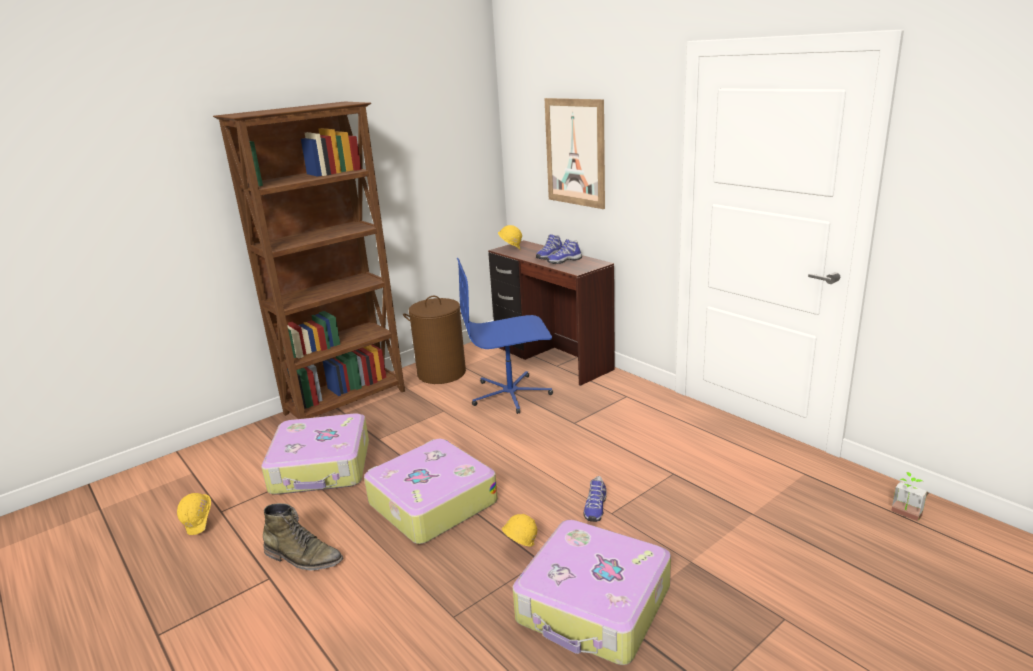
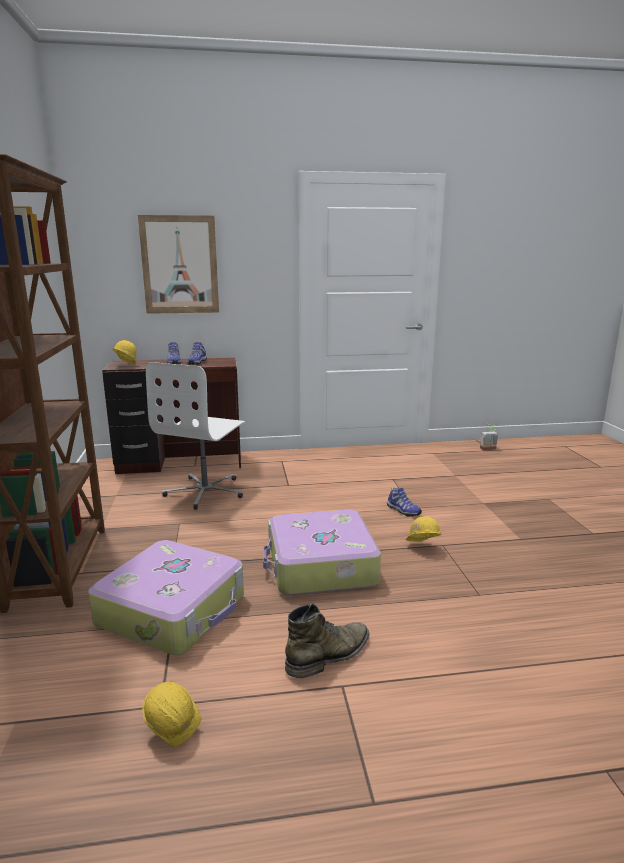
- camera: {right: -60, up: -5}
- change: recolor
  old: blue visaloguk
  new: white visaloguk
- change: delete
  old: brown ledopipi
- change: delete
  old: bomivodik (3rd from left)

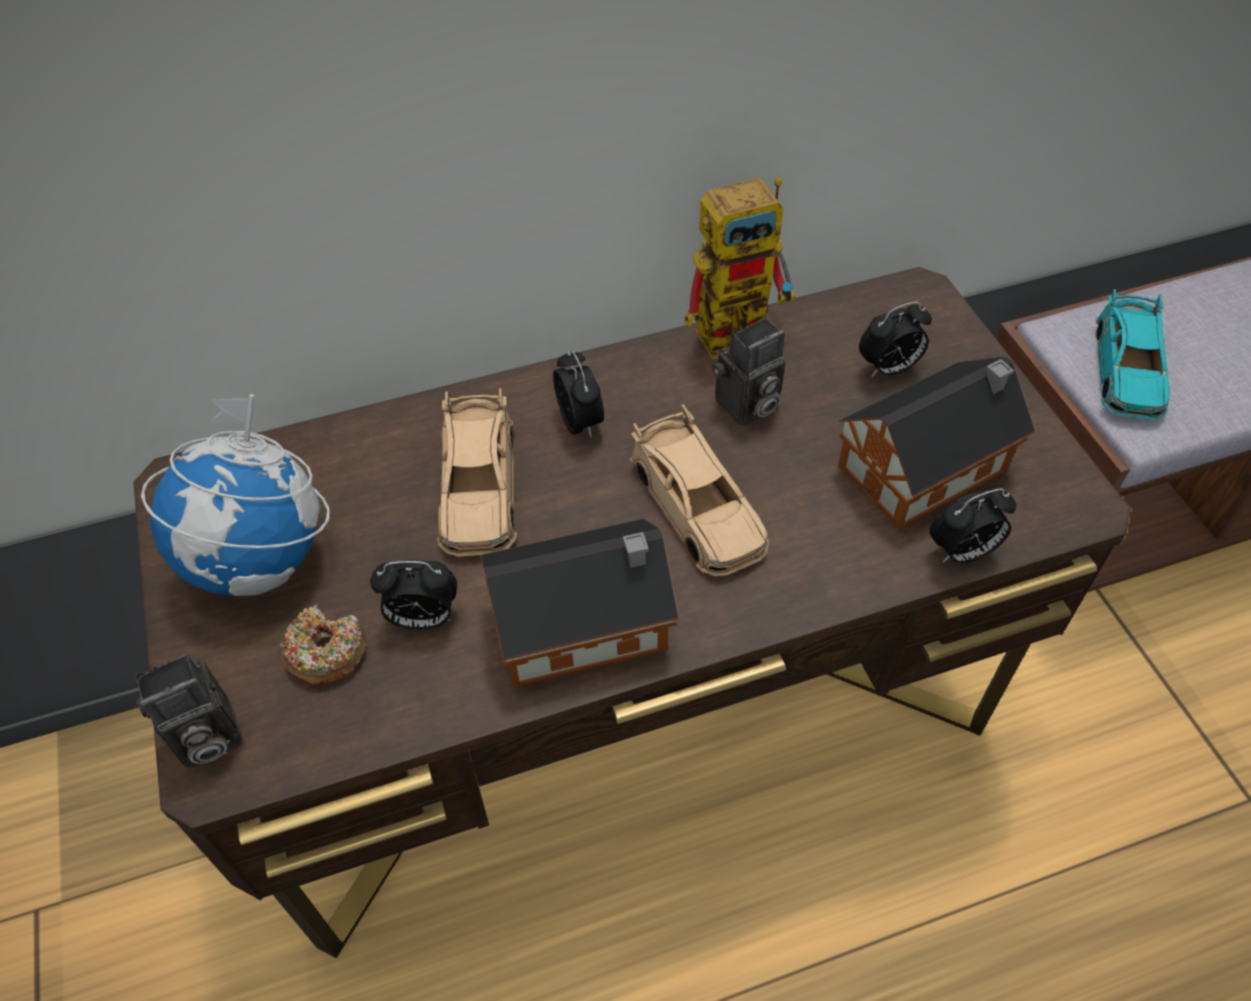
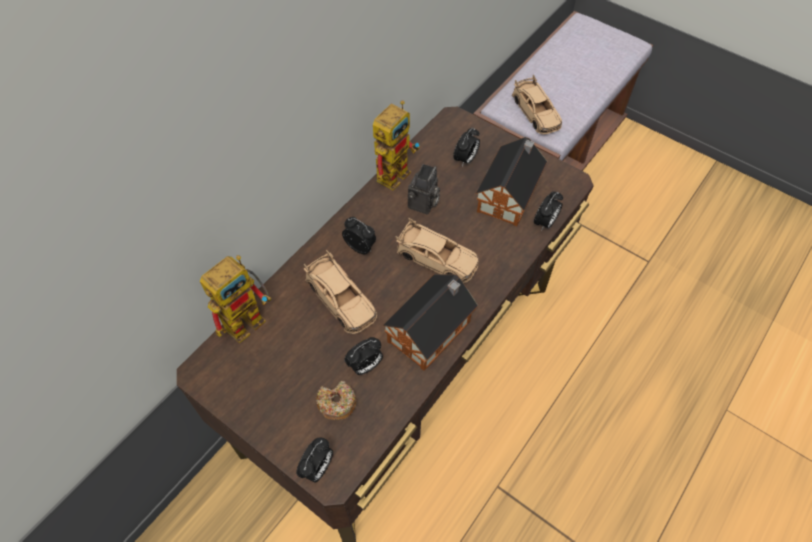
- camera: {right: -35, up: 5}
- change: insert
  new: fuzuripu (1st from left)
- change: replace
  old: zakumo (1st from left)
  new: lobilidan (1st from left)
- change: recolor
  old: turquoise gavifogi
  new: beige gavifogi (3rd from left)
- change: delete
  old: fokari

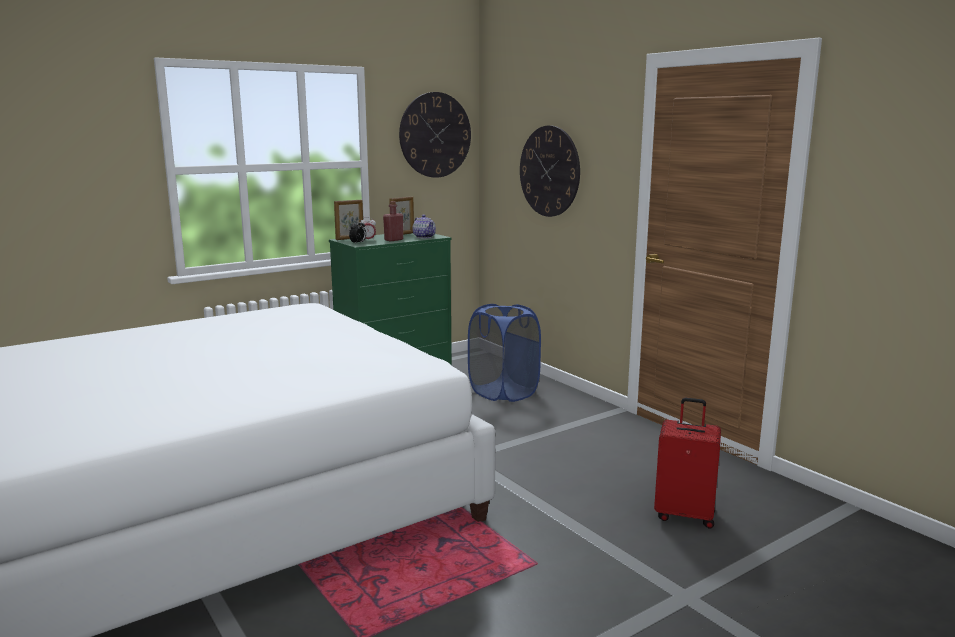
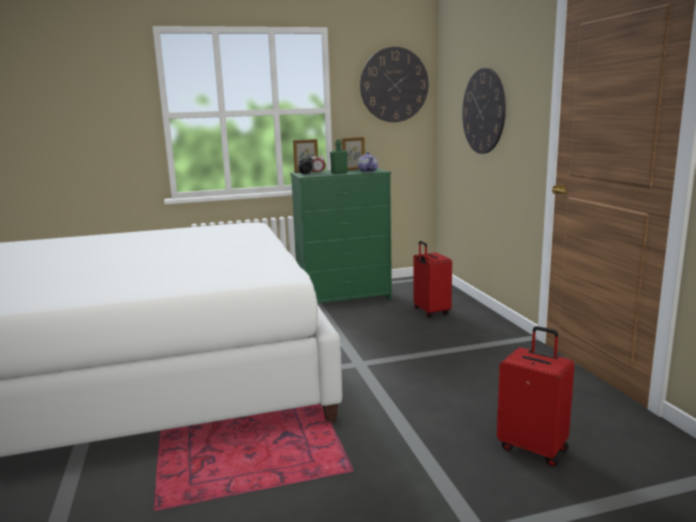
- camera: {right: 20, up: 0}
- change: recolor
  old: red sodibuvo
  new: green sodibuvo
- change: replace
  old: blue ledopipi
  new: red bomivodik (1st from left)

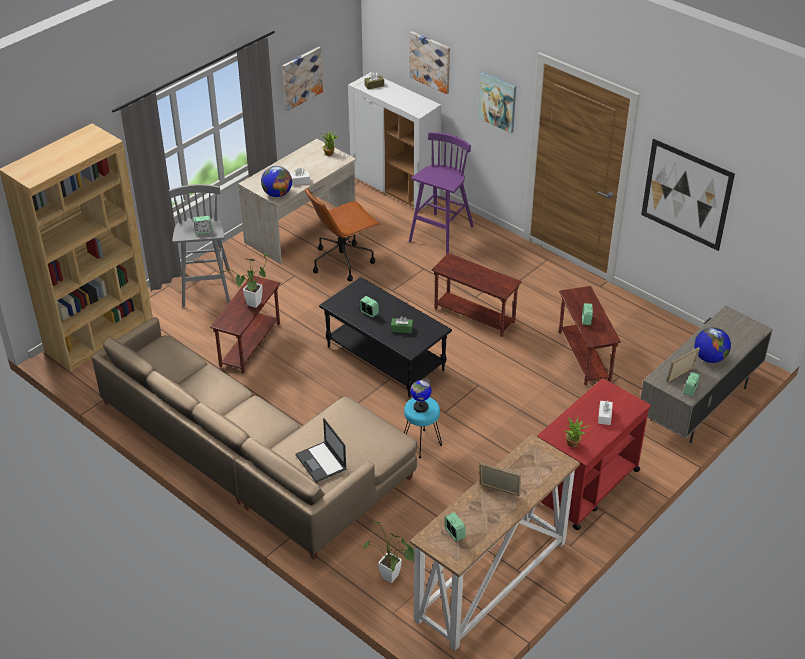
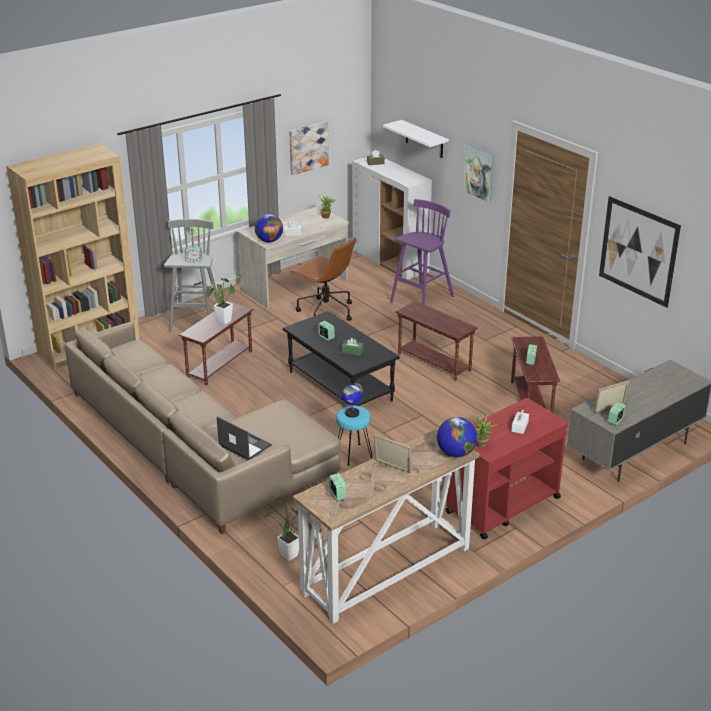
- camera: {right: 10, up: -10}
- change: rotate
  old: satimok
  degrees: 150
- change: rotate
  old: brown visaloguk
  degrees: -120
- change: replace
  old: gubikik (2nd from left)
  new: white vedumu
- change: move
  old: fokari (3rd from left)

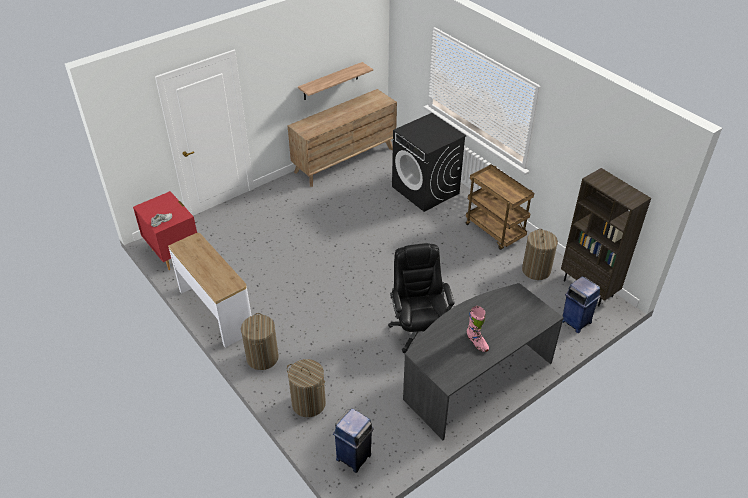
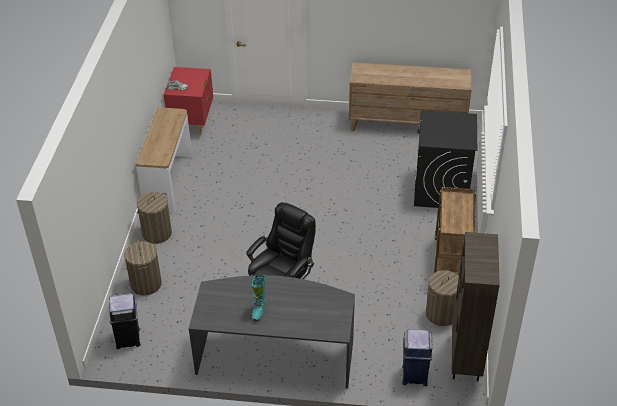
- camera: {right: 45, up: 0}
- change: recolor
  old: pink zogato
  new: turquoise zogato
- change: delete
  old: vedumu

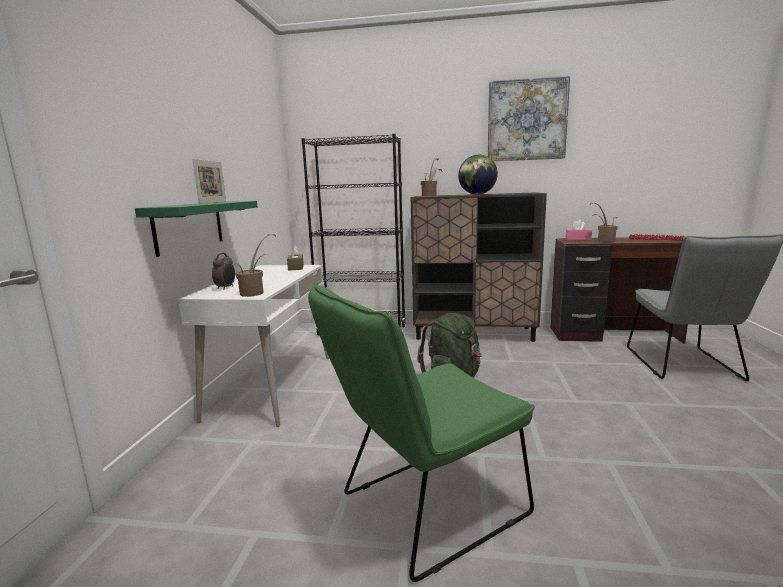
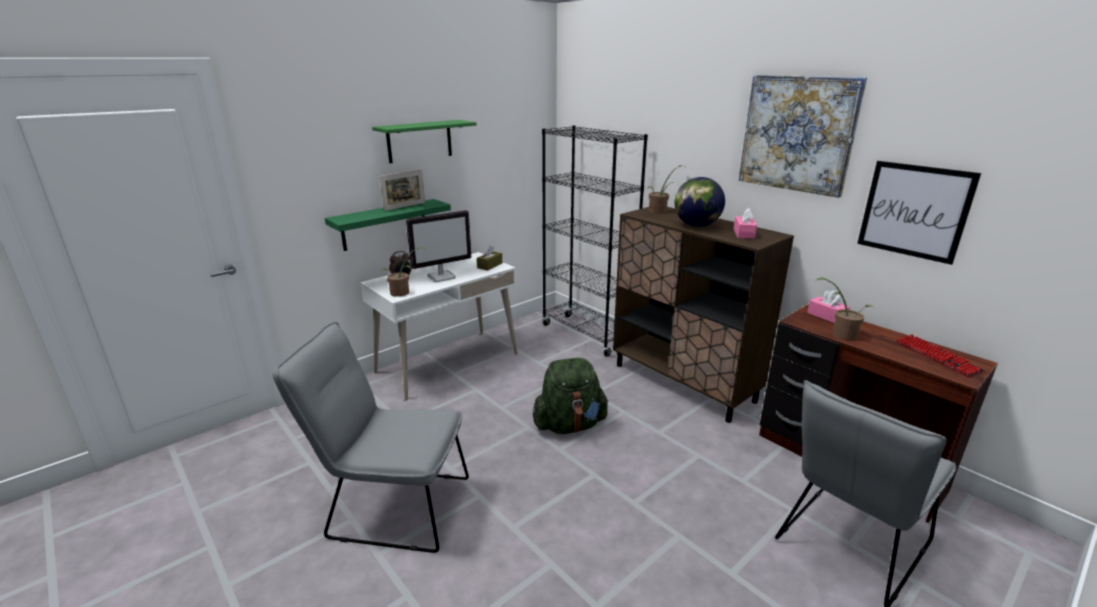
- camera: {right: 40, up: 10}
- change: recolor
  old: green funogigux
  new: grey funogigux (1st from left)
- change: insert
  new: green vedumu (2nd from left)
- change: insert
  new: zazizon
- change: insert
  new: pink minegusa (1st from left)
- change: insert
  new: gubikik (2nd from left)

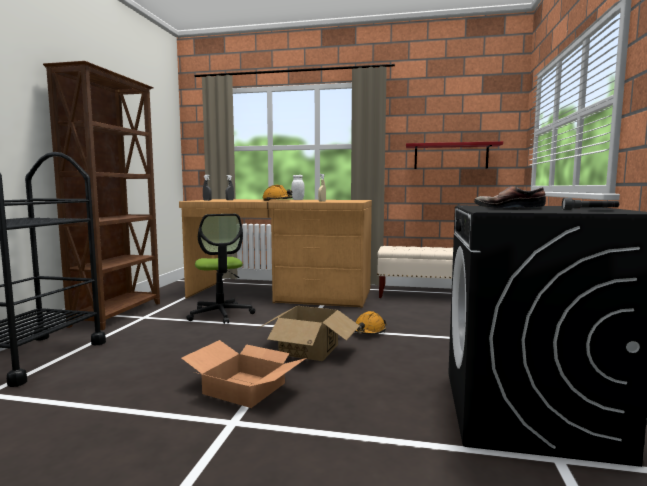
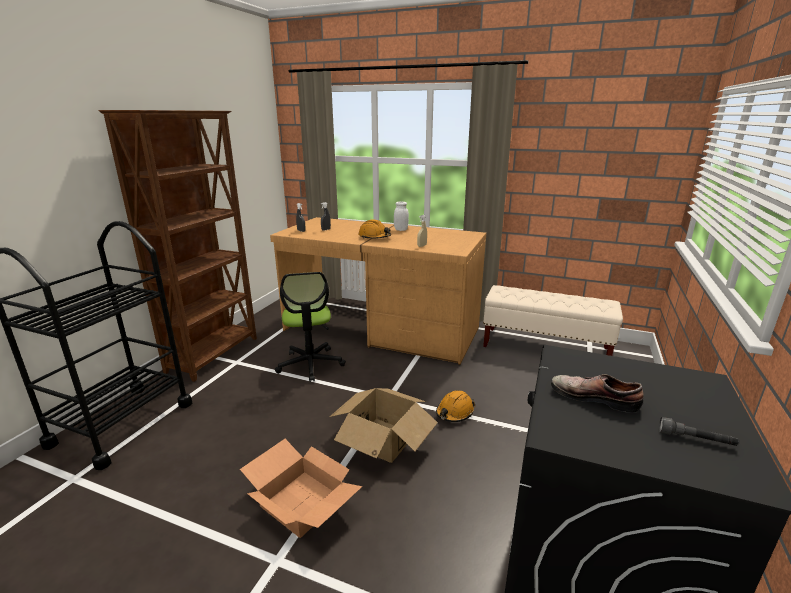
- camera: {right: 10, up: 15}
- change: delete
  old: red vedumu

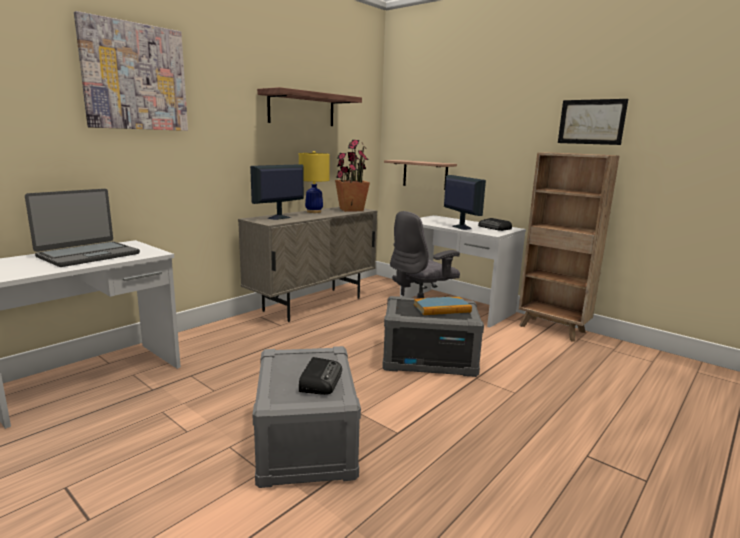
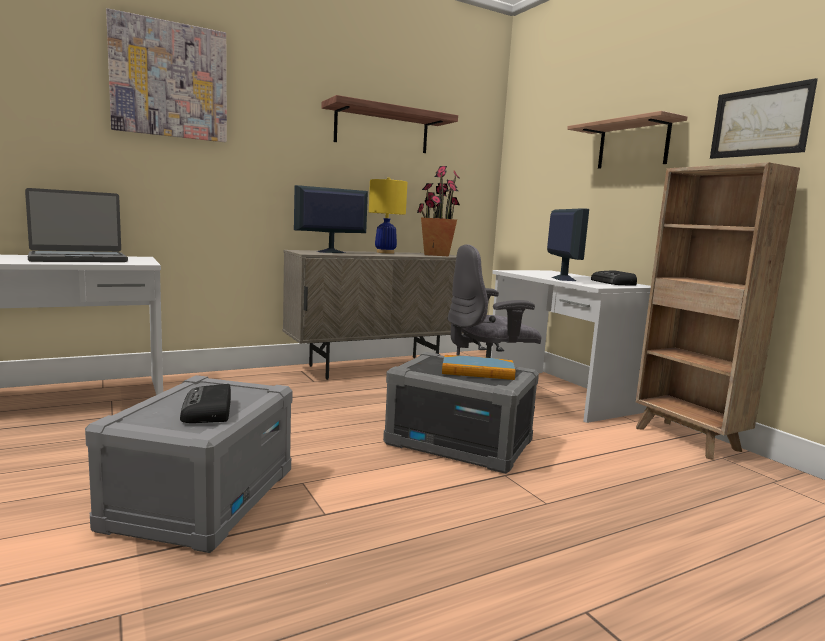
- camera: {right: 20, up: -5}
- change: rotate
  old: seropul (1st from left)
  degrees: 135
- change: move
  old: vedumu (2nd from left)

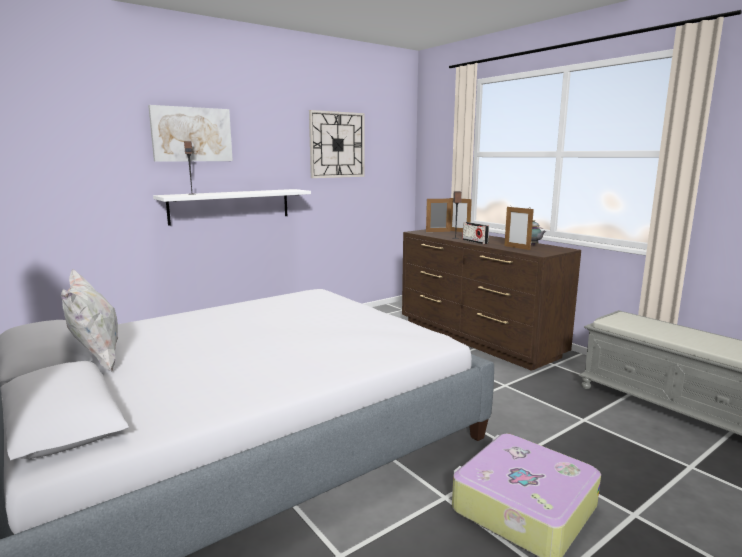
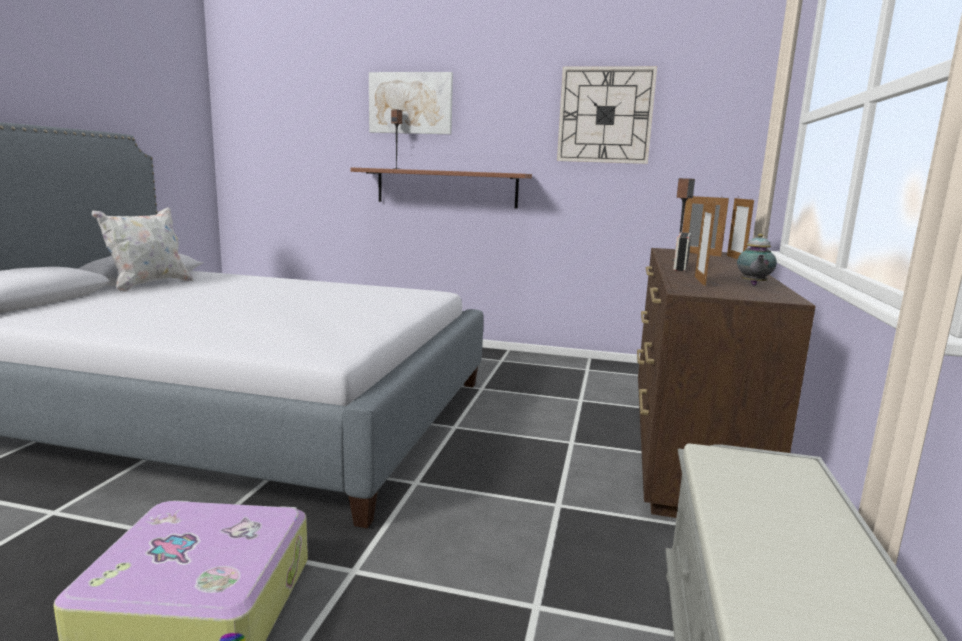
- camera: {right: 50, up: 0}
- change: recolor
  old: white vedumu
  new: brown vedumu

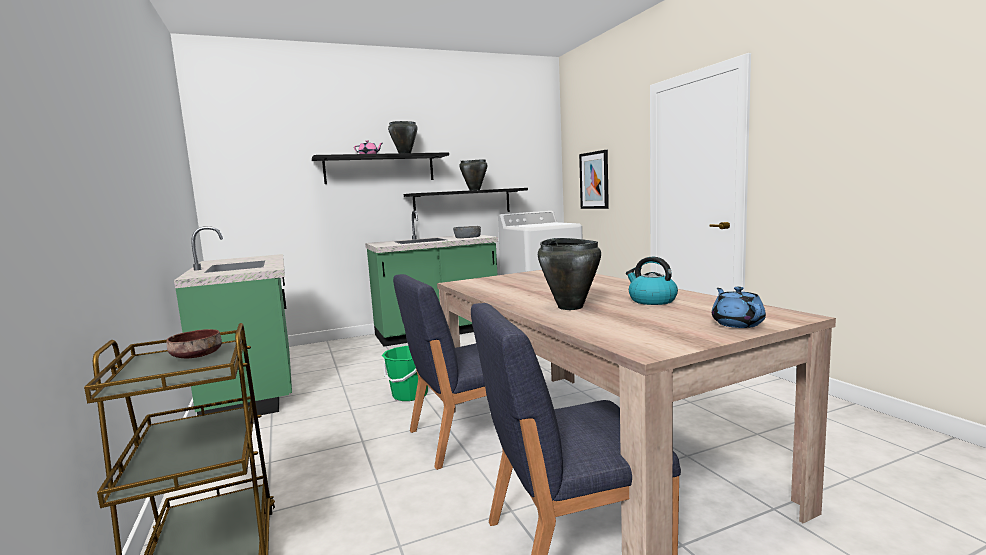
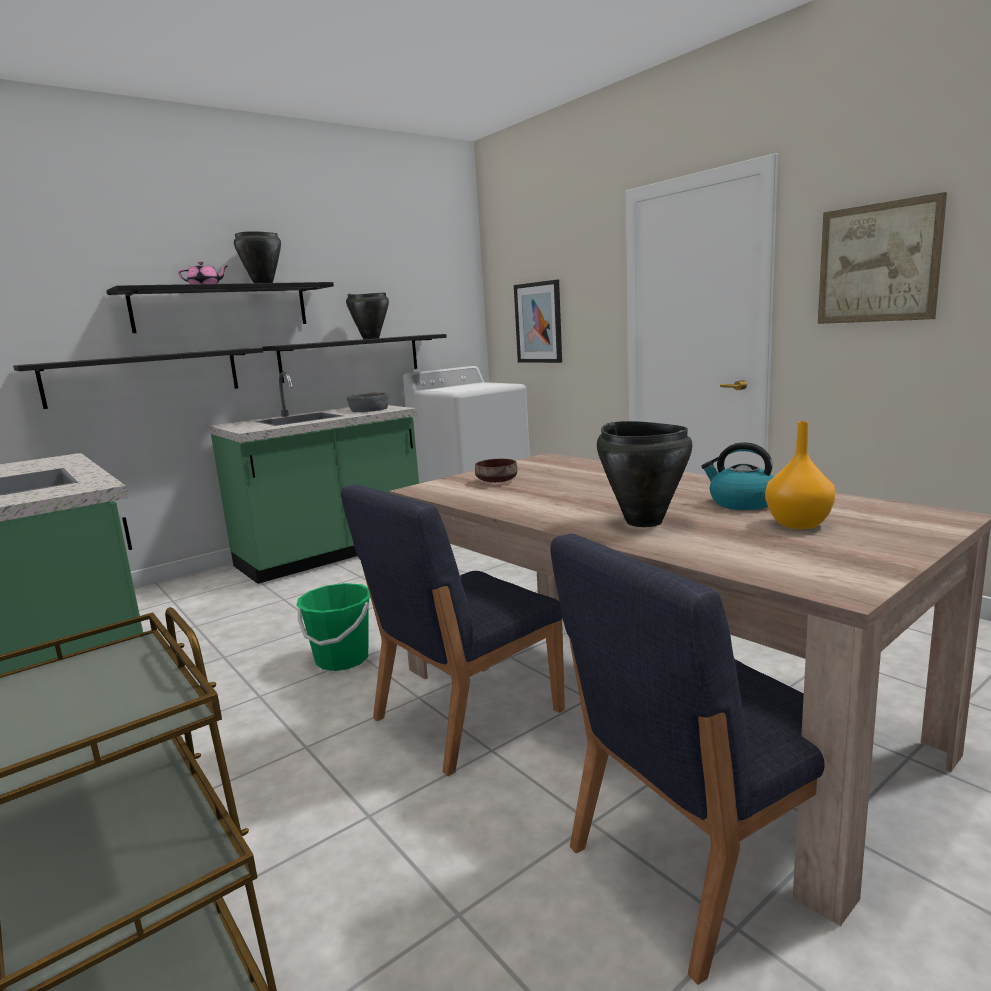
- camera: {right: -15, up: 5}
- change: insert
  new: black vedumu (1st from left)
- change: move
  old: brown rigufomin
- change: insert
  new: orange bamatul
- change: insert
  new: gubikik (2nd from left)
- change: delete
  old: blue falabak

